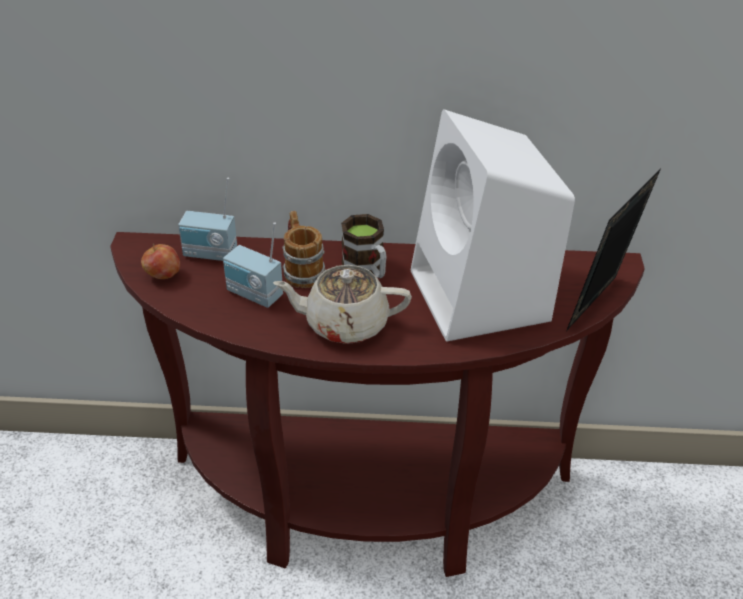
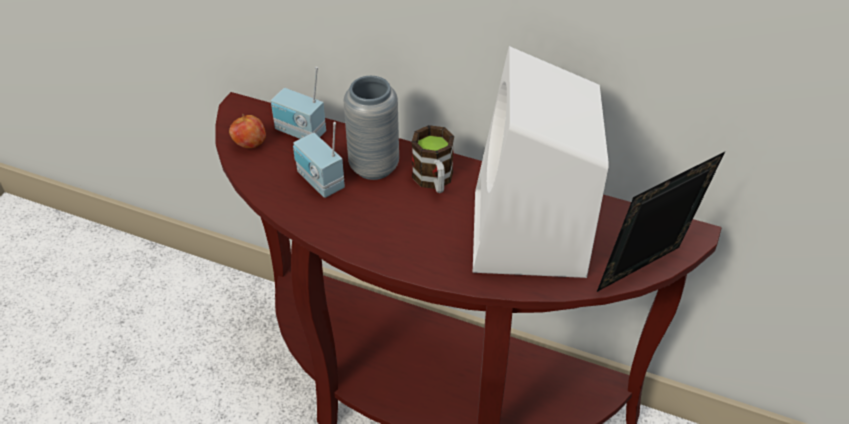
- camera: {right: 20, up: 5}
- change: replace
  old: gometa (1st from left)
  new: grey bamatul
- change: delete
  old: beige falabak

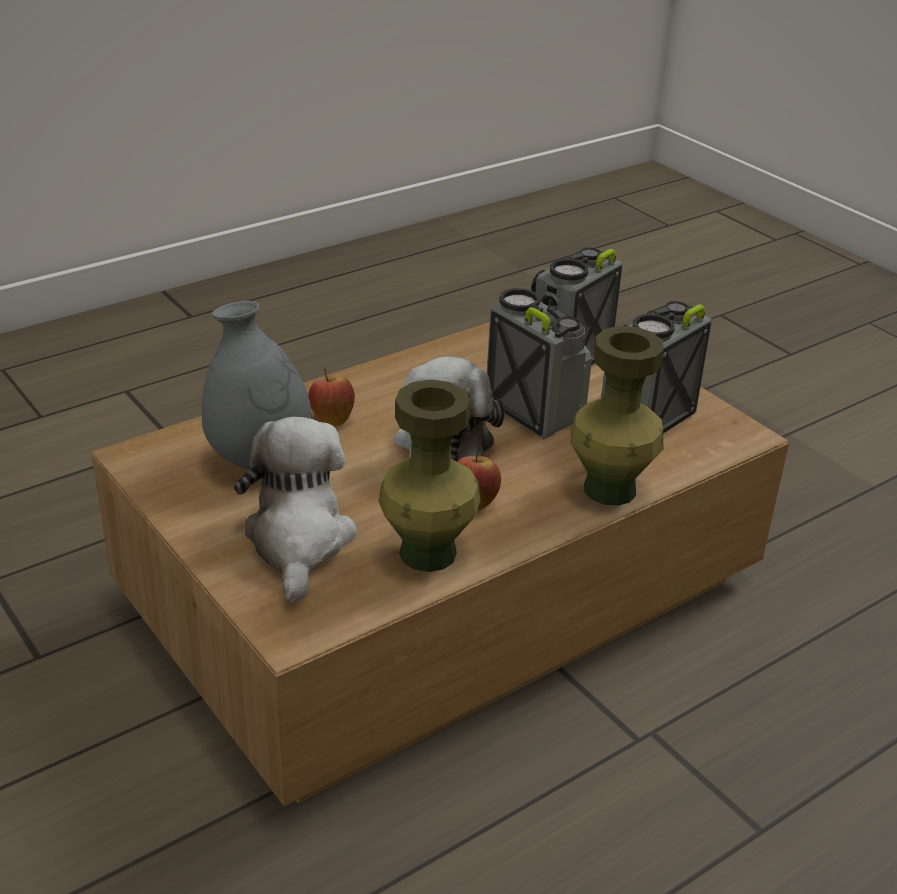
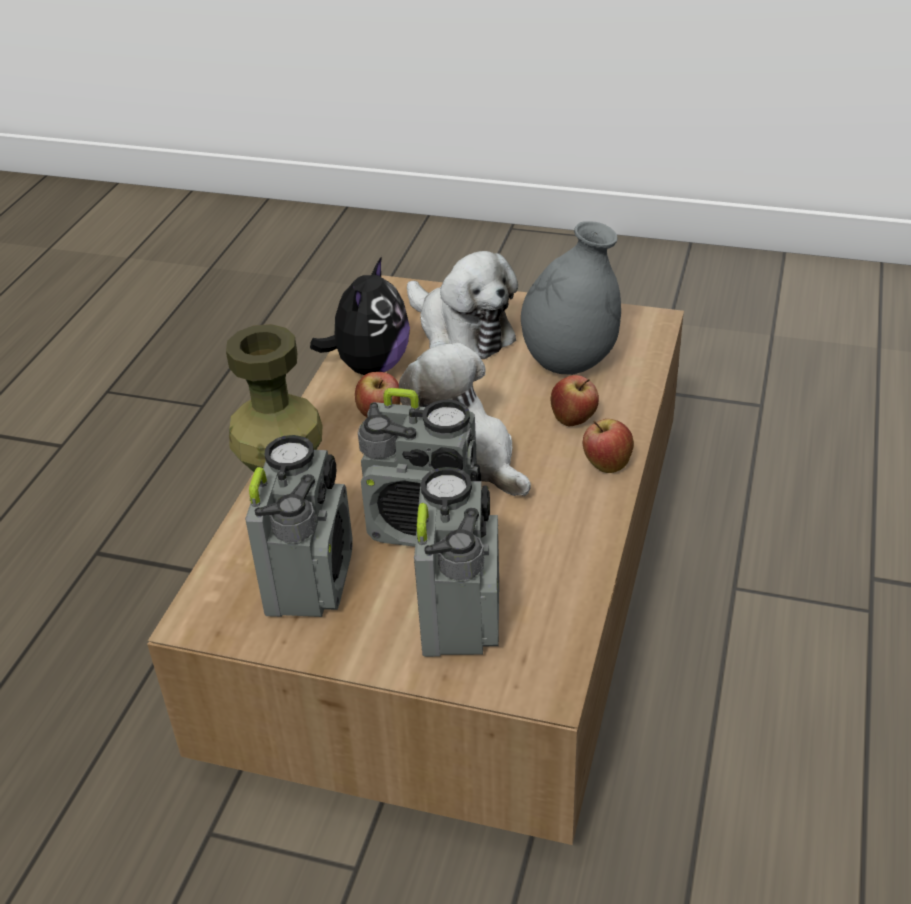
- camera: {right: 145, up: 5}
- change: replace
  old: green bamatul (1st from left)
  new: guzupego (1st from left)
- change: insert
  new: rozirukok (3rd from left)

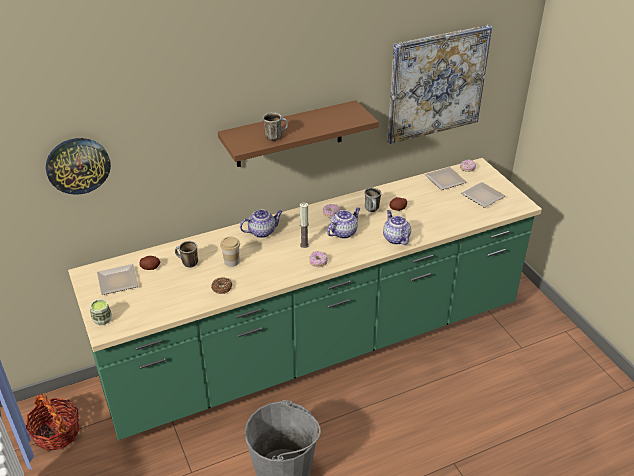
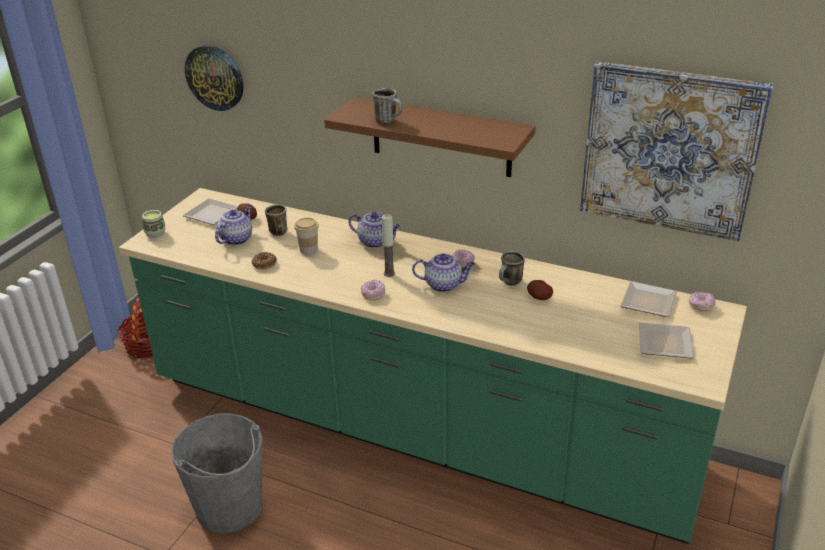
- camera: {right: 50, up: -5}
- change: move
  old: falabak (3rd from left in the first image)
  new: falabak (1st from left)

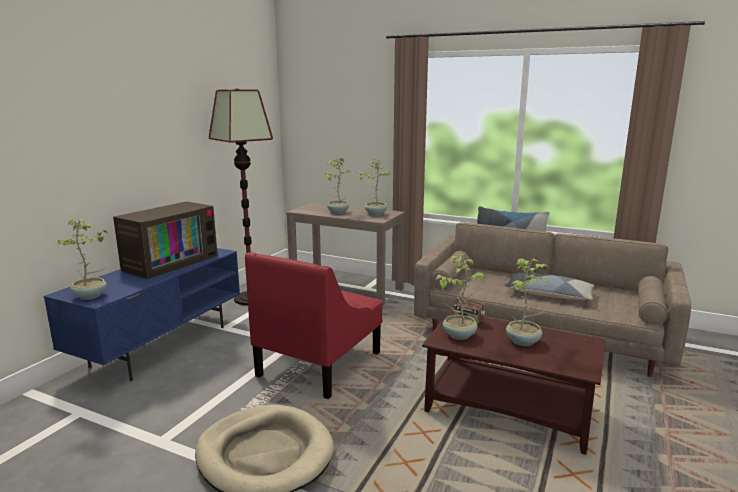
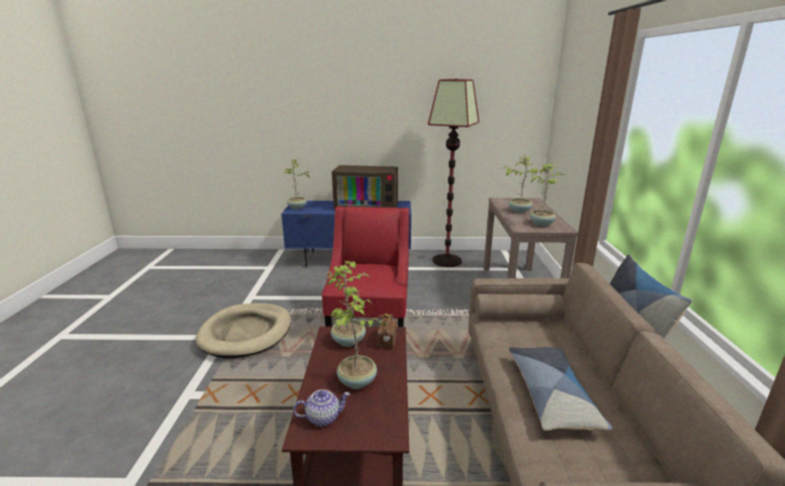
- camera: {right: 65, up: 5}
- change: insert
  new: falabak
- change: rotate
  old: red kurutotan
  degrees: 90

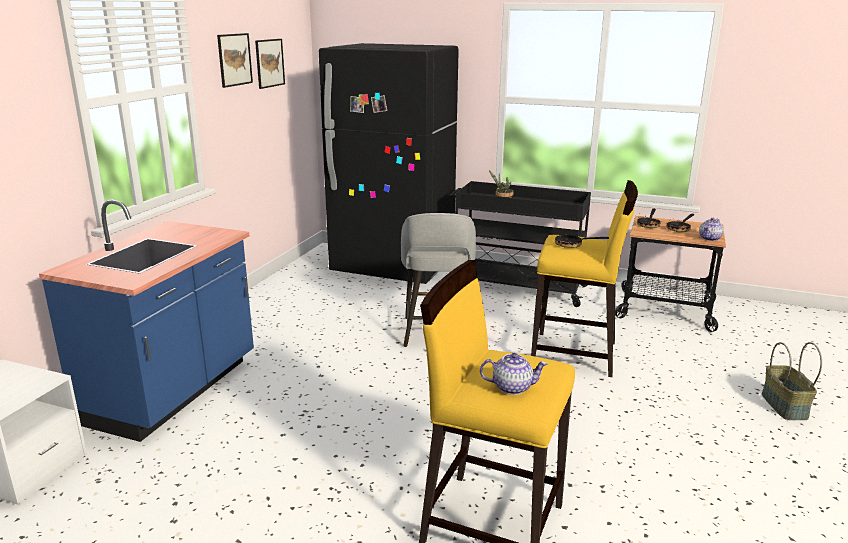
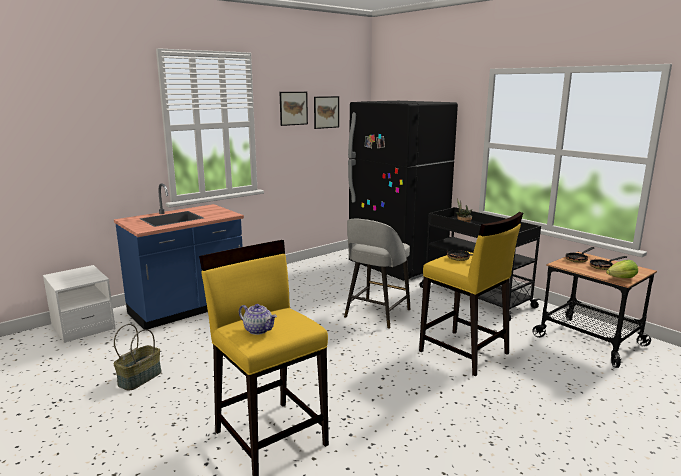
- camera: {right: 30, up: -5}
- change: move
  old: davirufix
- change: replace
  old: falabak (2nd from left)
  new: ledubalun

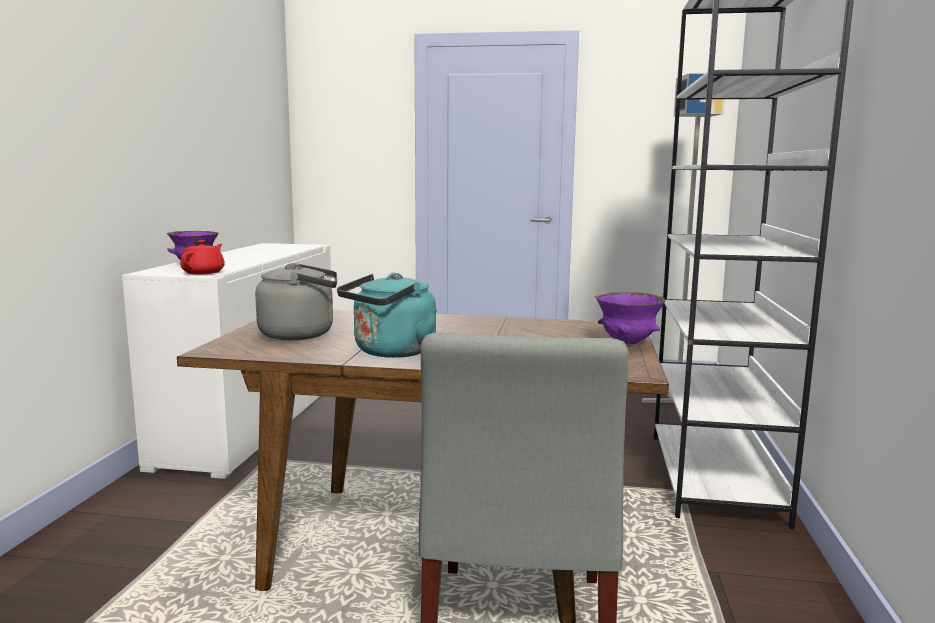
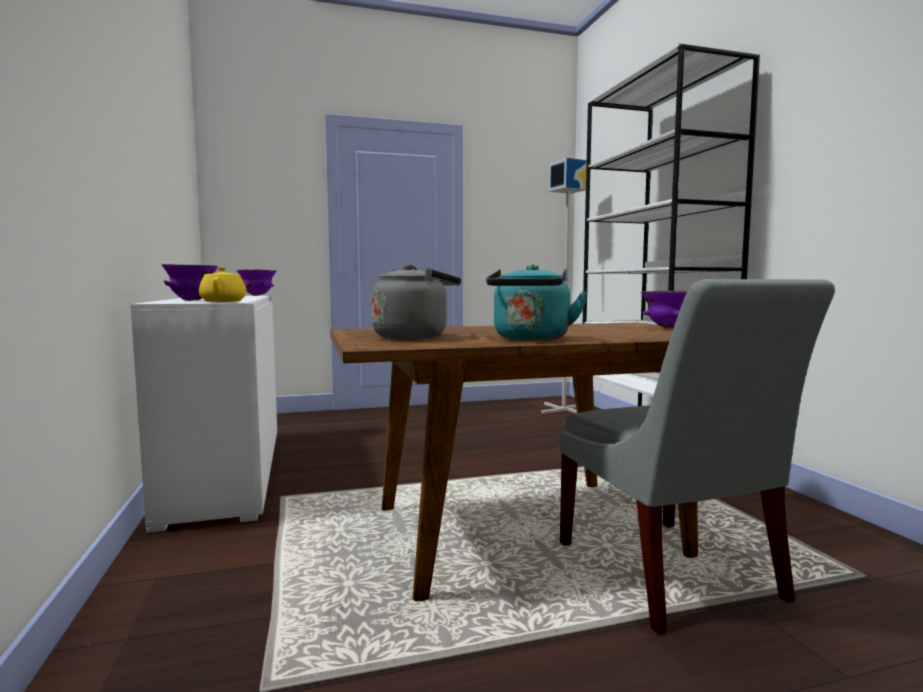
- camera: {right: -25, up: -5}
- change: recolor
  old: red falabak
  new: yellow falabak
- change: insert
  new: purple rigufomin (2nd from left)

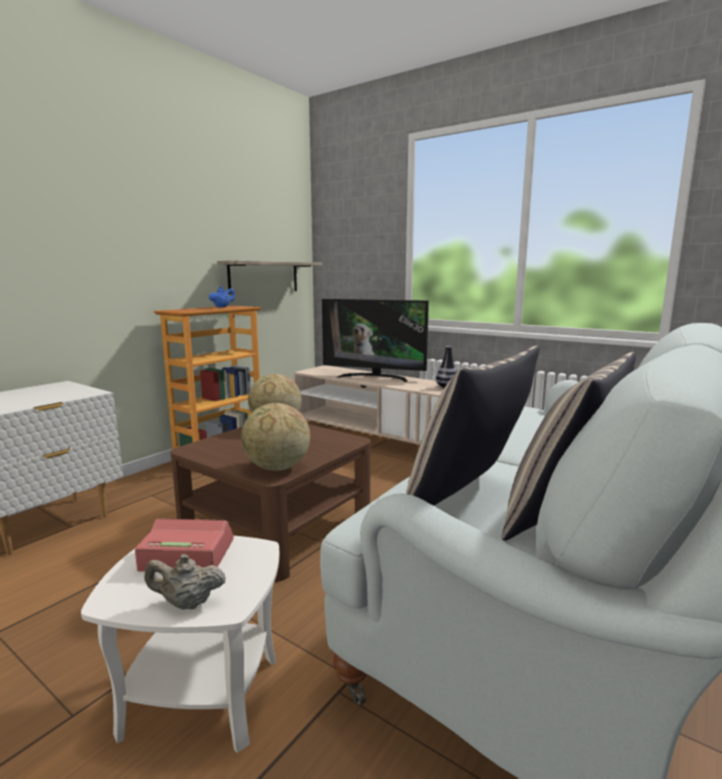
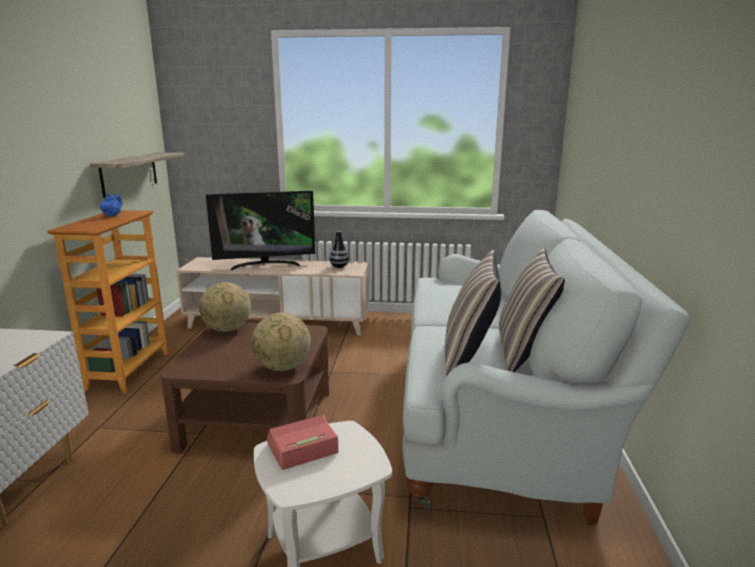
- camera: {right: -30, up: 5}
- change: delete
  old: beige falabak

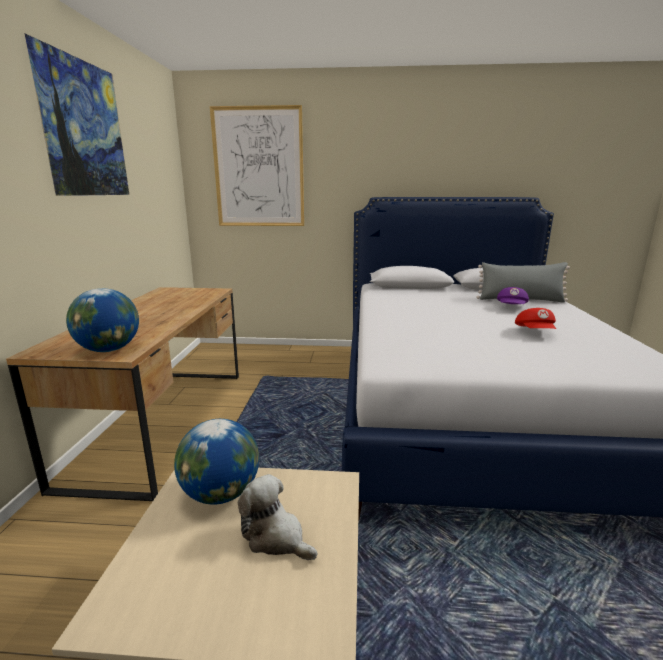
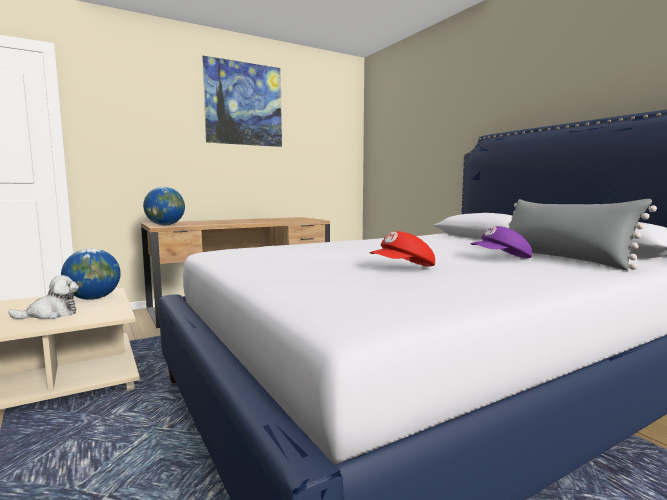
- camera: {right: 55, up: -10}
- change: rotate
  old: guzupego
  degrees: 60
- change: delete
  old: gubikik (2nd from left)

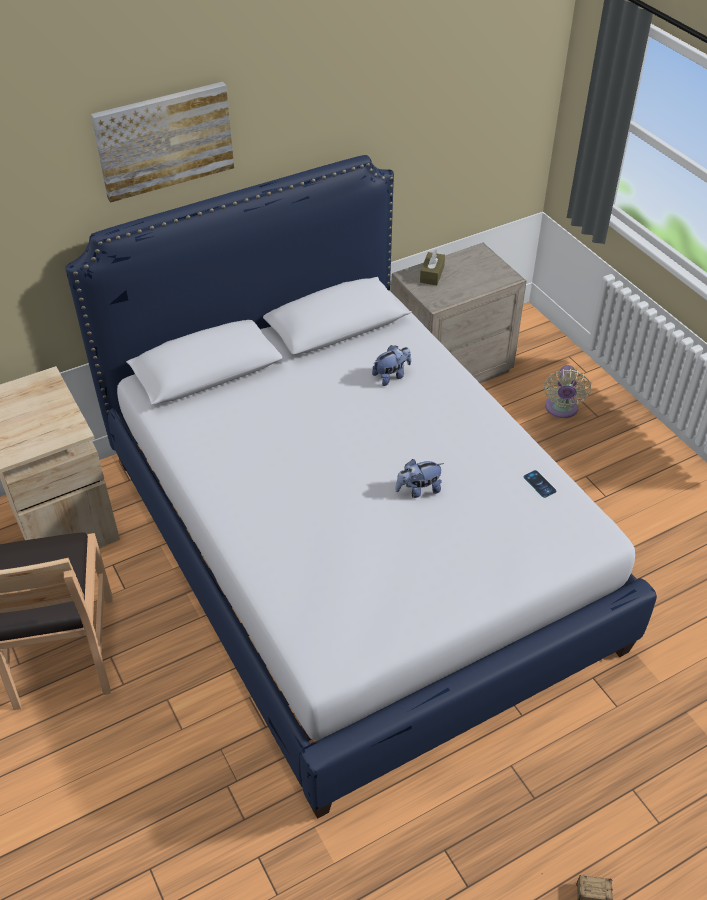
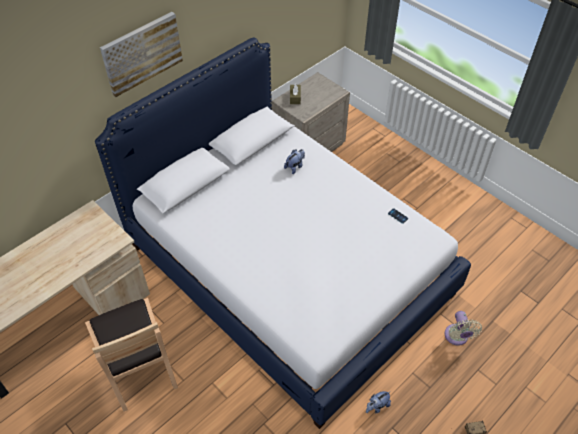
- camera: {right: -15, up: 5}
- change: move
  old: guzupego (2nd from left)
- change: move
  old: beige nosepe

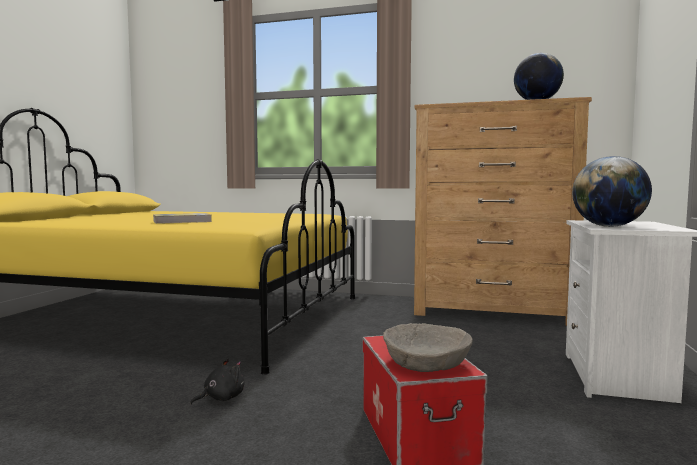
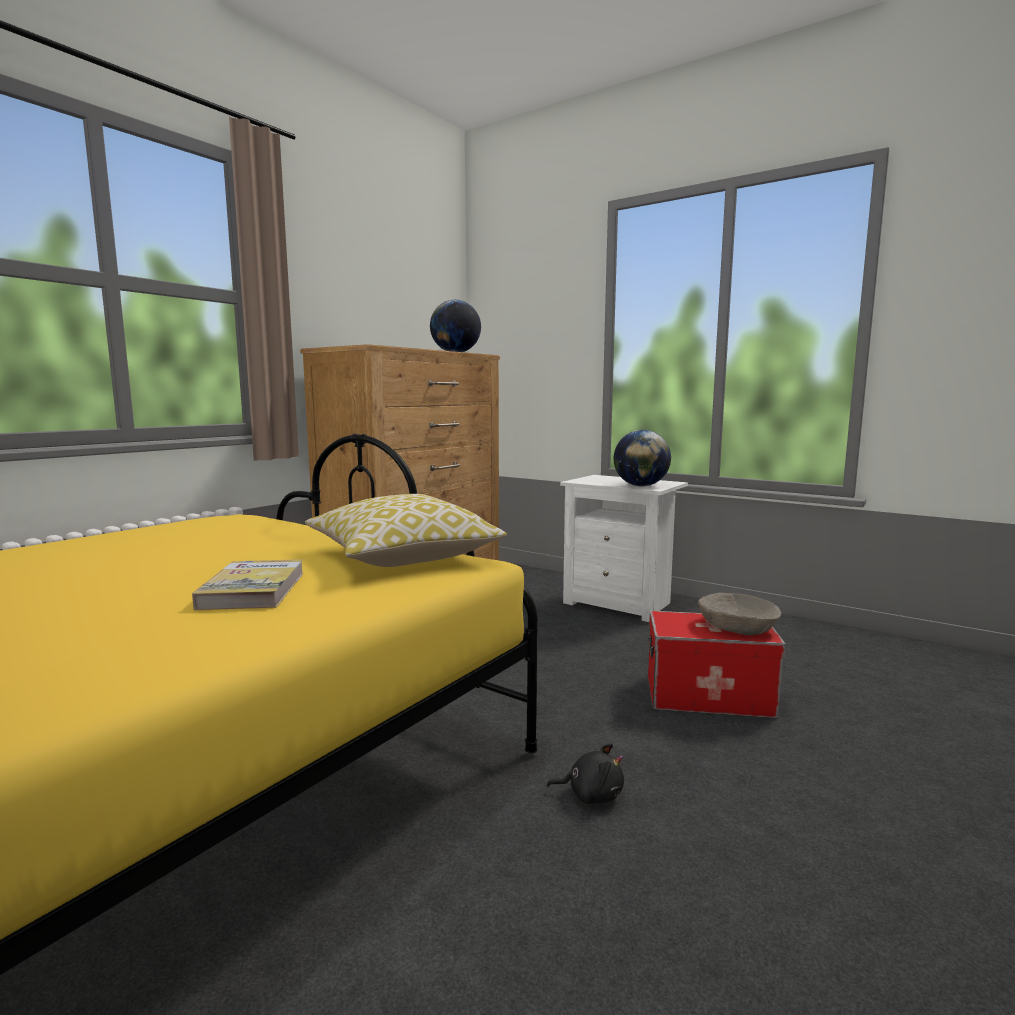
- camera: {right: -70, up: 5}
- change: insert
  new: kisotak
- change: rotate
  old: black guzupego
  degrees: 120

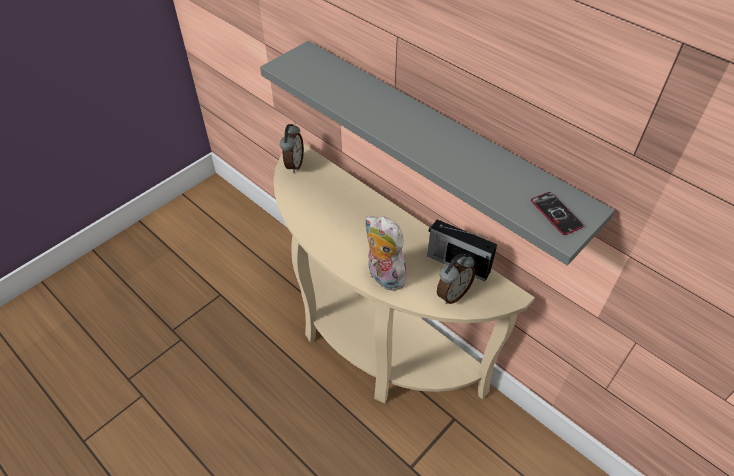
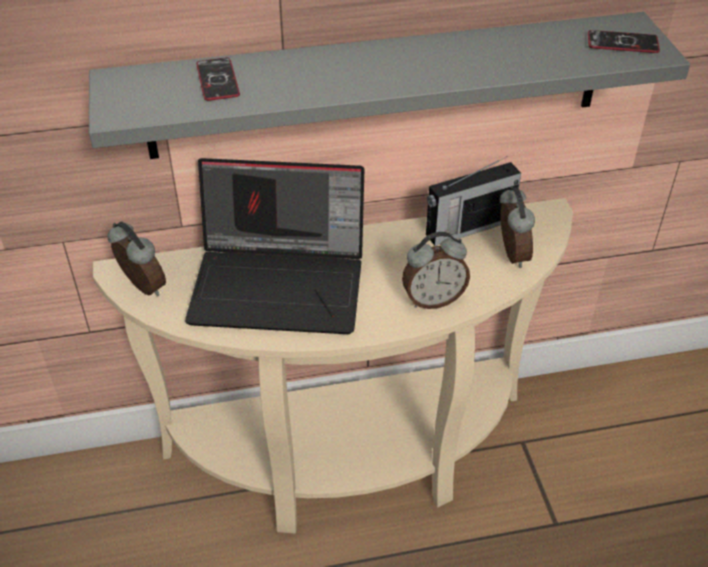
- camera: {right: -55, up: -5}
- change: insert
  new: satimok
- change: insert
  new: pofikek (1st from left)
- change: replace
  old: guzupego
  new: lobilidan (2nd from left)

